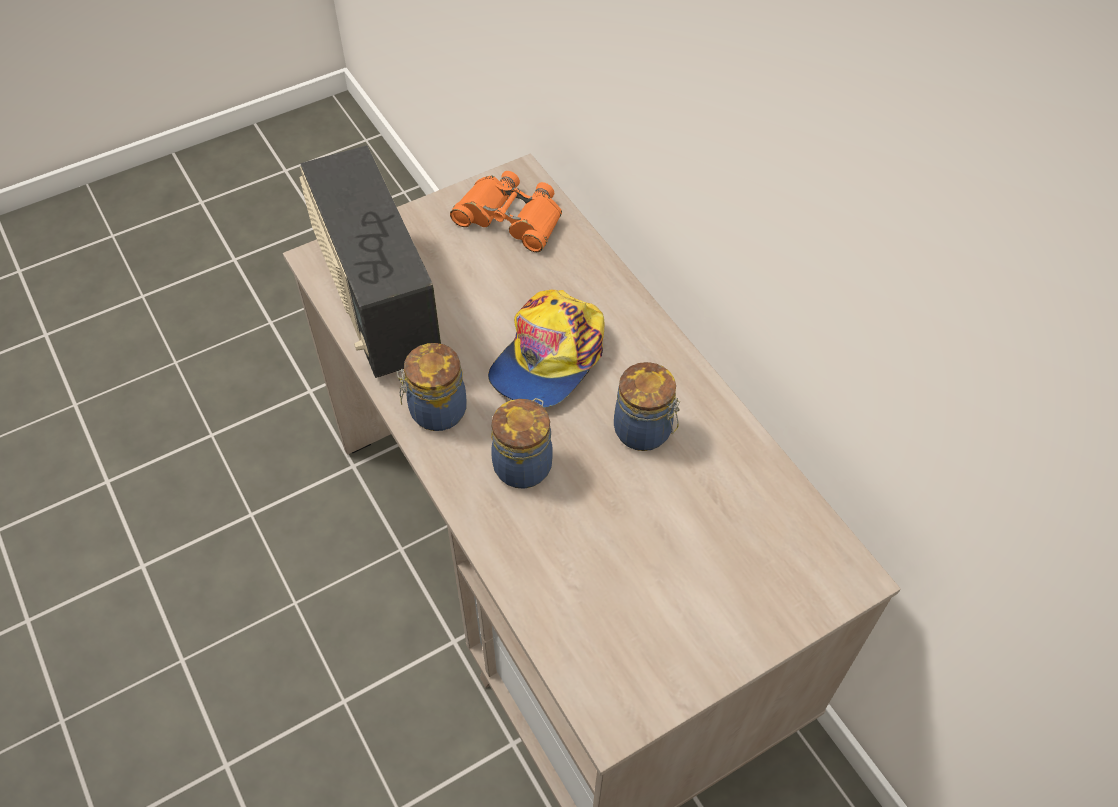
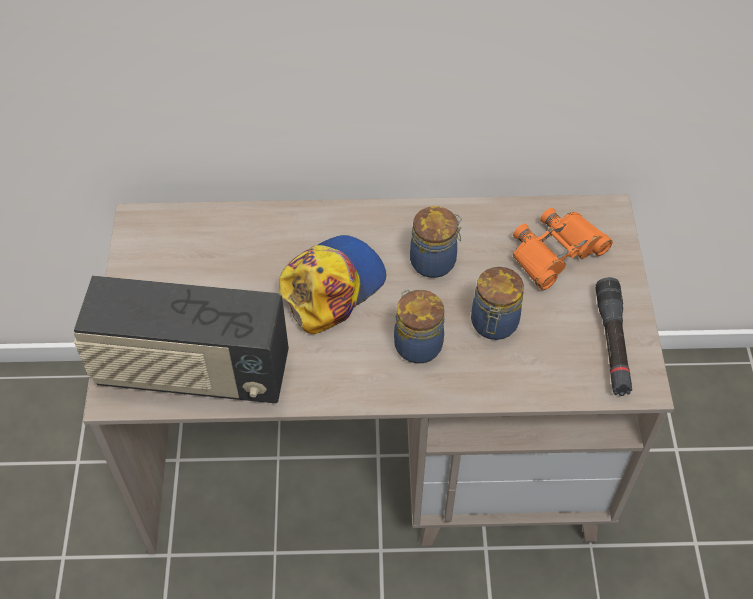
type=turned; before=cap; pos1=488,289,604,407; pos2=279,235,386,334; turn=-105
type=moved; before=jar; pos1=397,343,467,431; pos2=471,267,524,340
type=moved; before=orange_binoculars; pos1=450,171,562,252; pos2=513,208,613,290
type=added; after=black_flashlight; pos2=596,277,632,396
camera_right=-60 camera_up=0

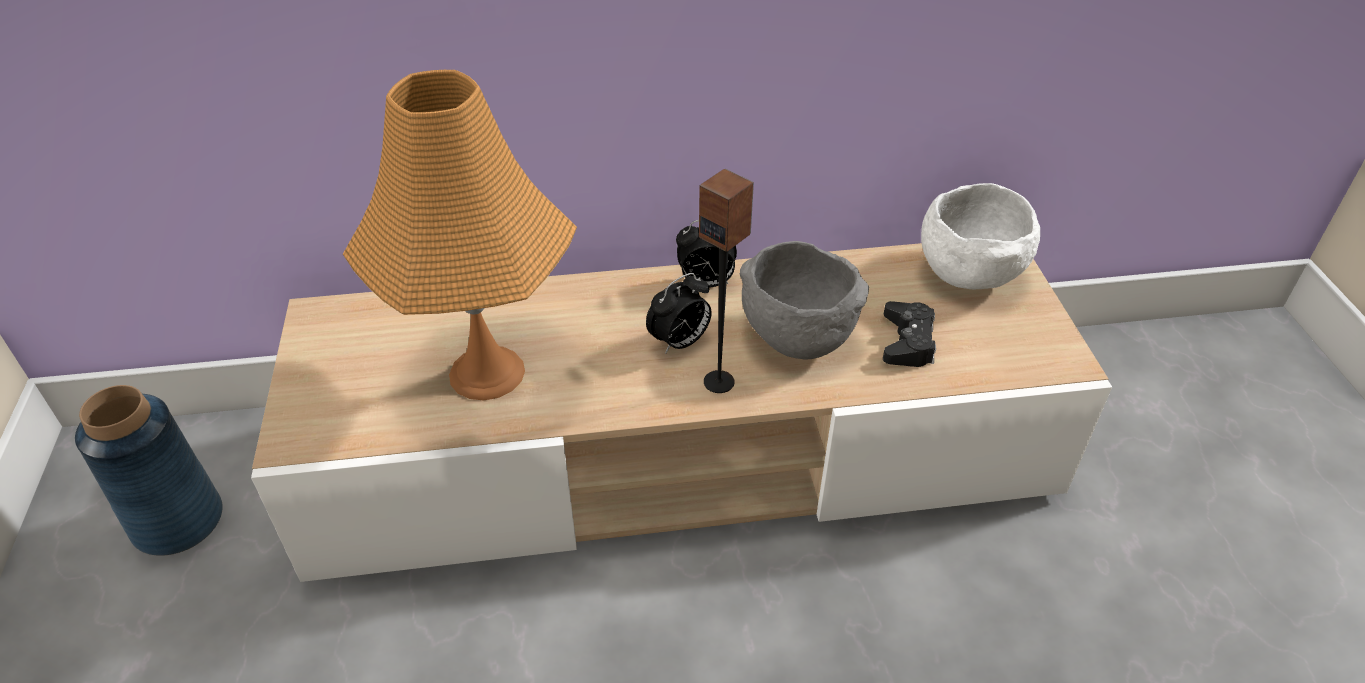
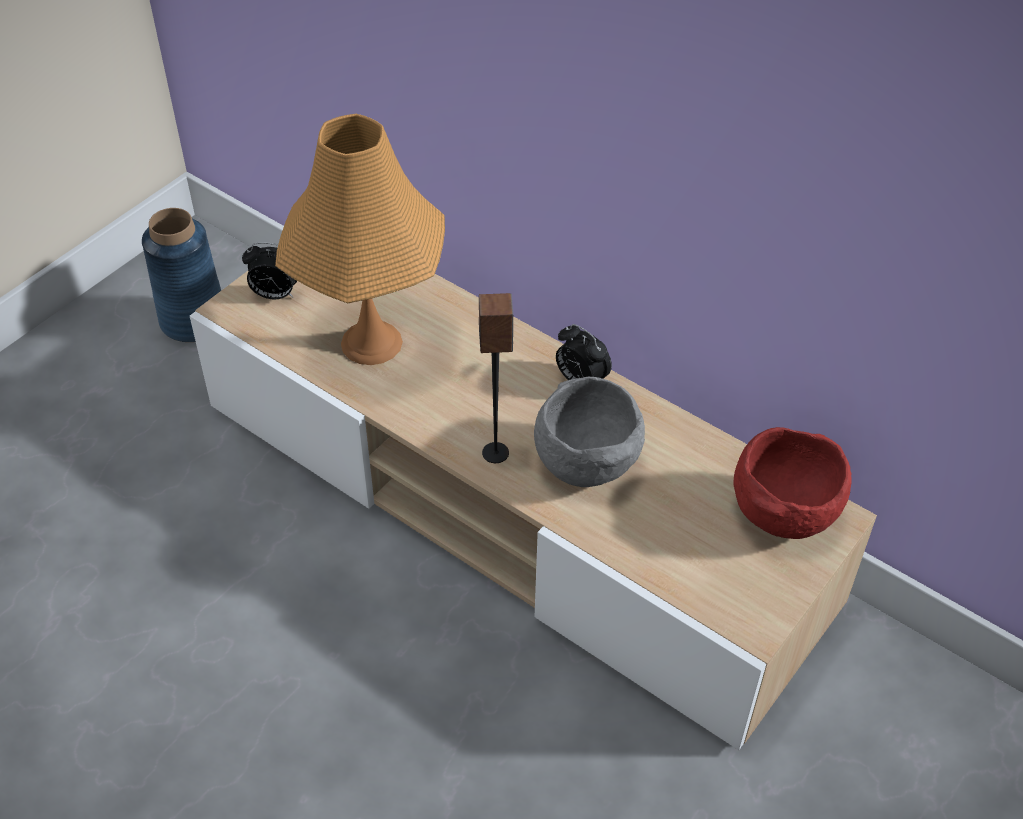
type=moved; before=alarm_clock; pos1=646,273,712,354; pos2=242,242,297,299
type=recoloured; before=white_bowl; after=red_bowl; pos1=921,183,1040,289; pos2=733,427,852,539
type=removed; before=black_game_controller; pos1=883,301,936,367
camera_right=45 camera_up=5

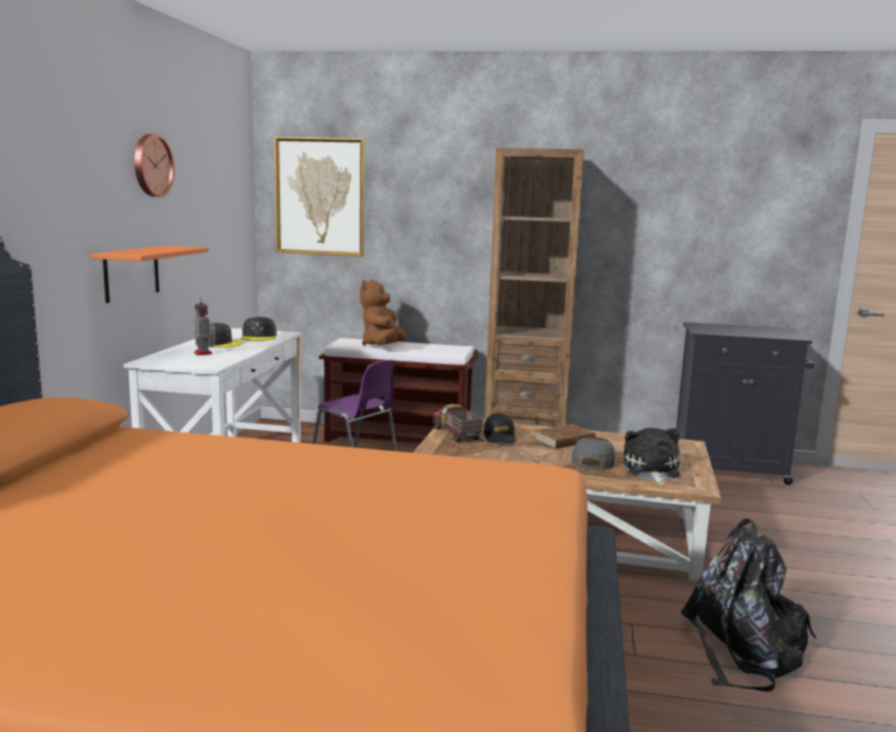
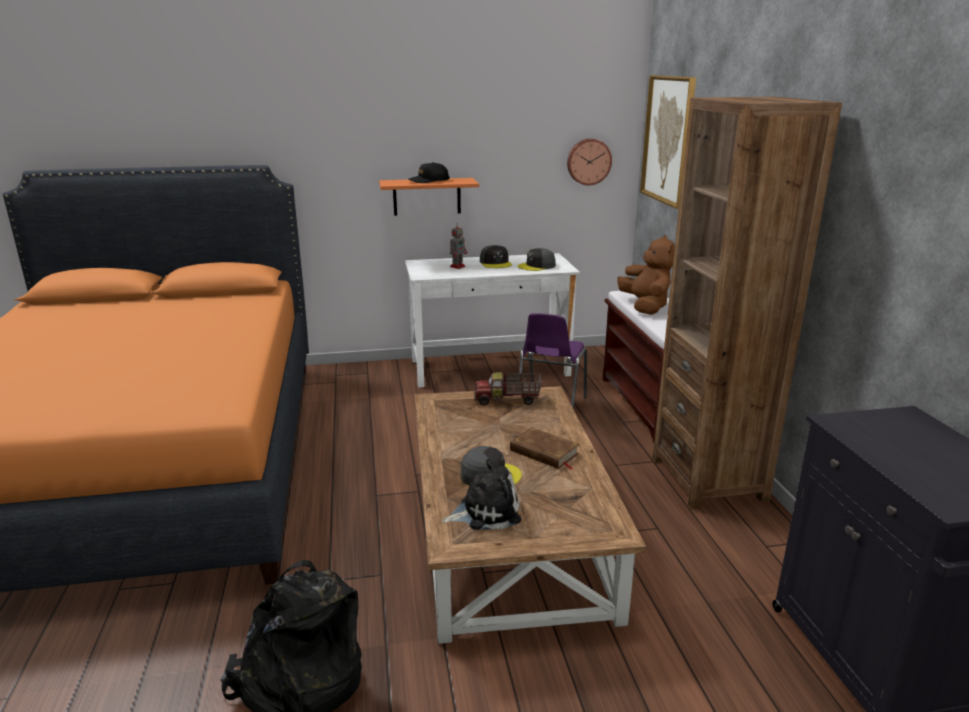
type=moved; before=black_cap; pos1=484,413,516,443; pos2=409,162,449,183
type=turned; before=toy_truck; pos1=433,404,483,442; pos2=474,372,542,406; turn=-135
type=moved; before=wall_clock; pos1=134,134,174,197; pos2=567,139,612,185
type=turned; before=brown_plush_toy; pos1=360,280,406,346; pos2=617,235,675,315; turn=90
camera_right=70 camera_up=10

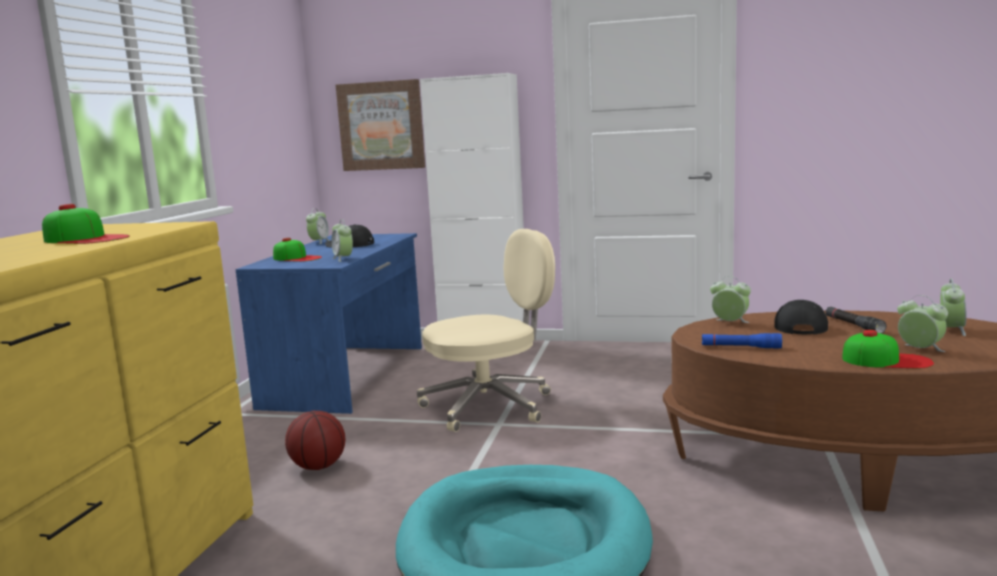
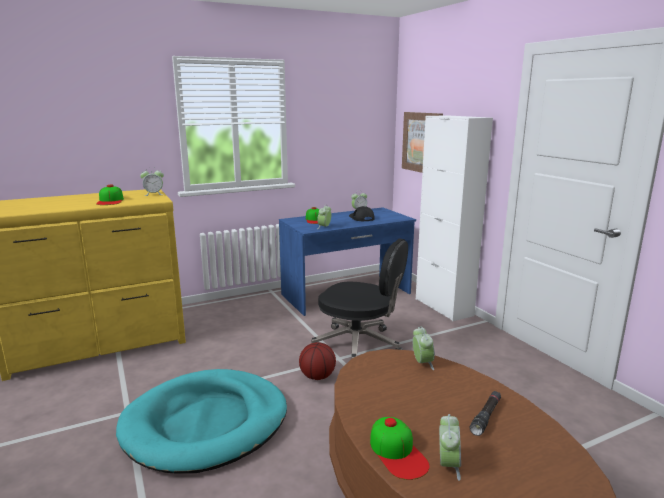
type=moved; before=alarm_clock; pos1=940,278,967,336; pos2=140,167,164,196
type=moved; before=basketball; pos1=285,411,345,470; pos2=299,342,336,380
type=recoloured; before=beige_office_chair; after=black_office_chair; pos1=417,229,555,432; pos2=311,238,408,358
type=removed; before=blue_flashlight; pos1=702,333,782,349
type=removed; before=black_cap; pos1=774,300,828,334
camera_right=50 camera_up=5

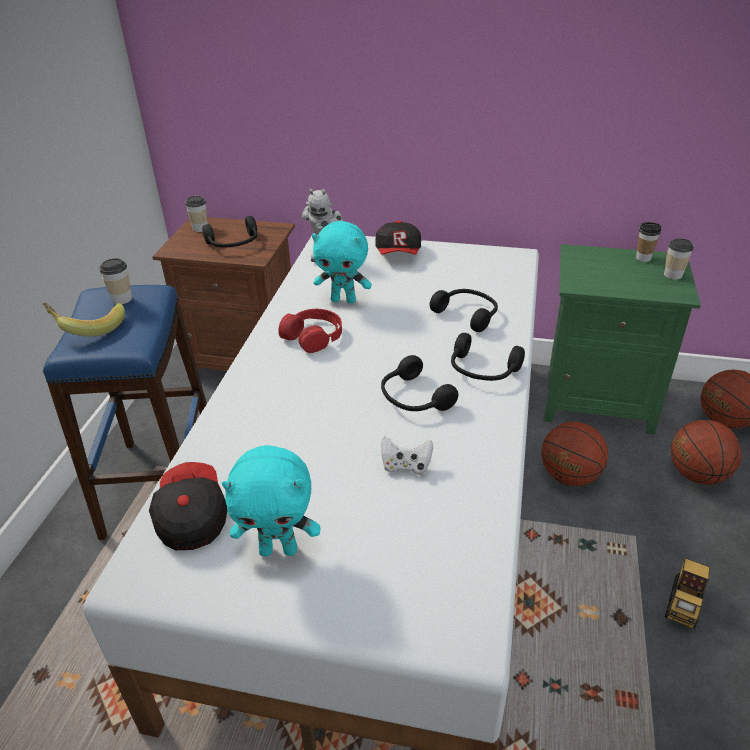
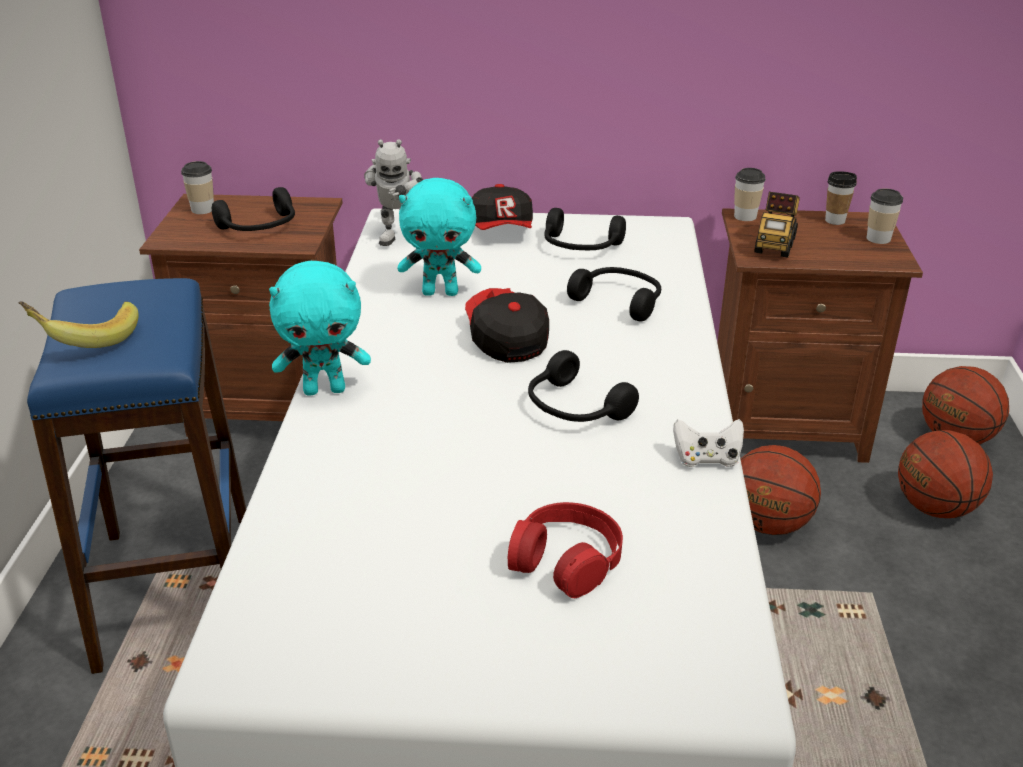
type=moved; before=turquoise_plush_toy; pos1=222,445,320,556; pos2=269,261,371,396
type=moved; before=cap; pos1=149,462,227,550; pos2=465,288,549,363
type=moved; before=red_headphones; pos1=278,309,342,353; pos2=508,502,623,598
type=moved; before=black_headphones; pos1=451,333,525,381; pos2=544,208,626,250
type=moved; before=white_game_controller; pos1=381,436,433,475; pos2=673,419,744,467
type=recoloured; before=green_nightstand; after=brown_nightstand; pos1=544,244,701,435; pos2=717,208,923,463
type=moved; before=cup; pos1=99,258,132,304; pos2=734,168,766,221
type=moved; before=toy_truck; pos1=665,558,710,629; pos2=754,192,800,258
camera_right=-10 camera_up=-5

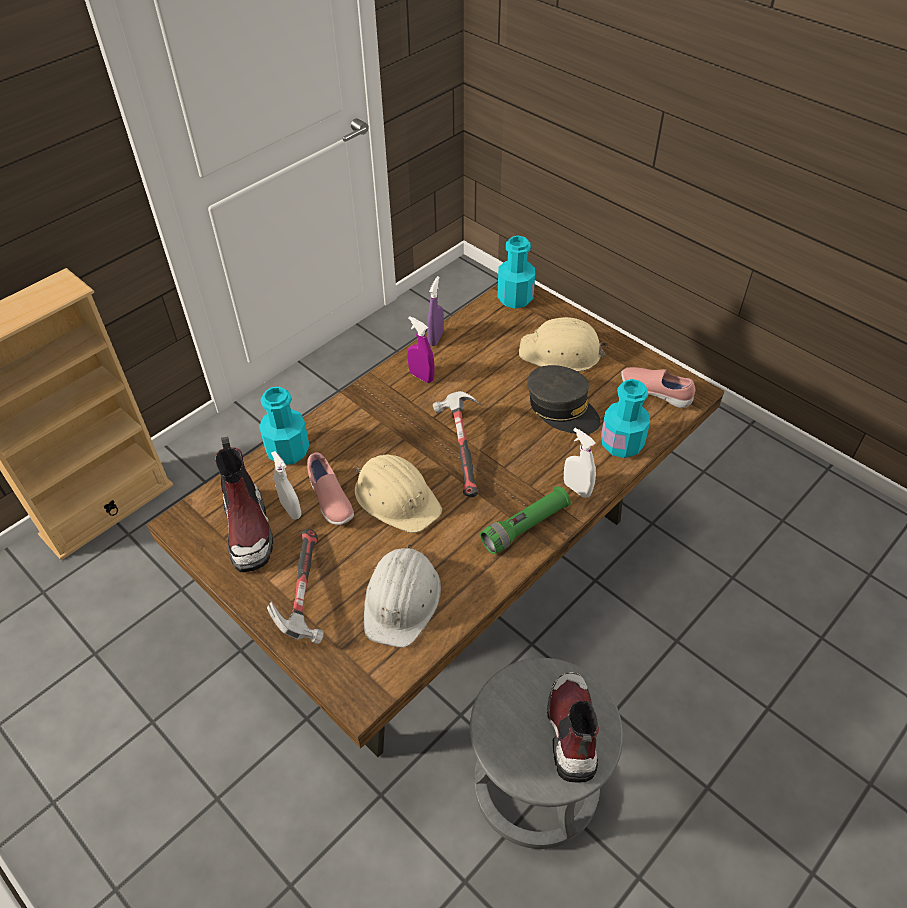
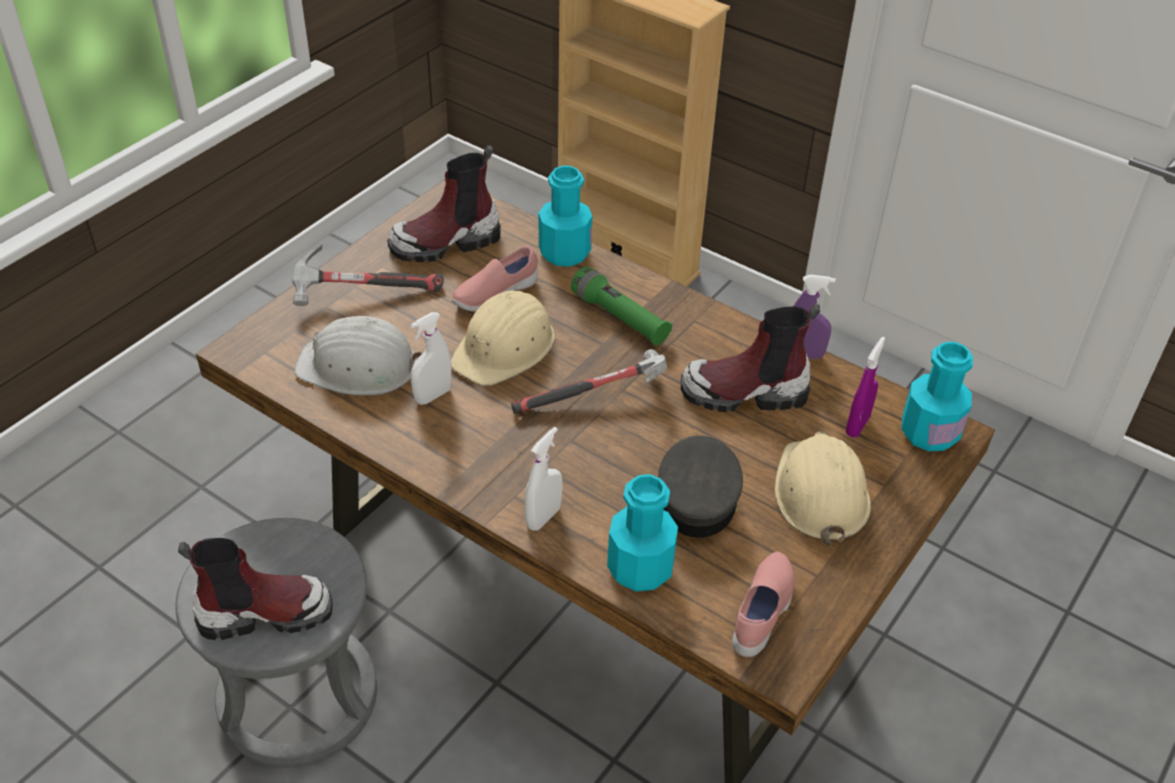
type=moved; before=white_spray_bottle; pos1=271,451,301,519; pos2=411,312,452,405
type=moved; before=green_flashlight; pos1=480,486,571,554; pos2=571,267,672,346
type=turned; before=grey_cap; pos1=527,365,601,434; pos2=658,435,743,538; turn=150
type=added; after=boot; pos2=681,304,820,412
type=moved; before=purple_spray_bottle; pos1=407,316,435,383; pos2=846,337,886,438
camera_right=80 camera_up=-5

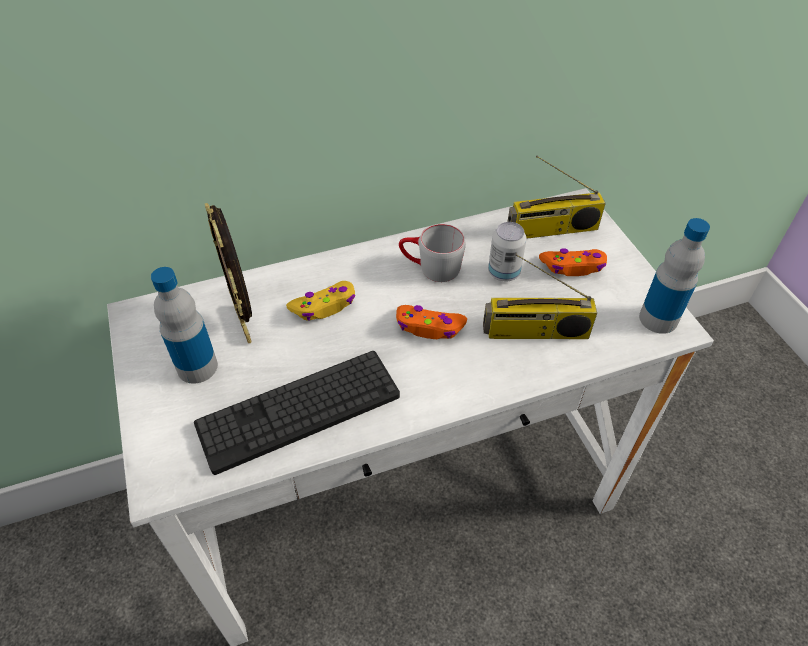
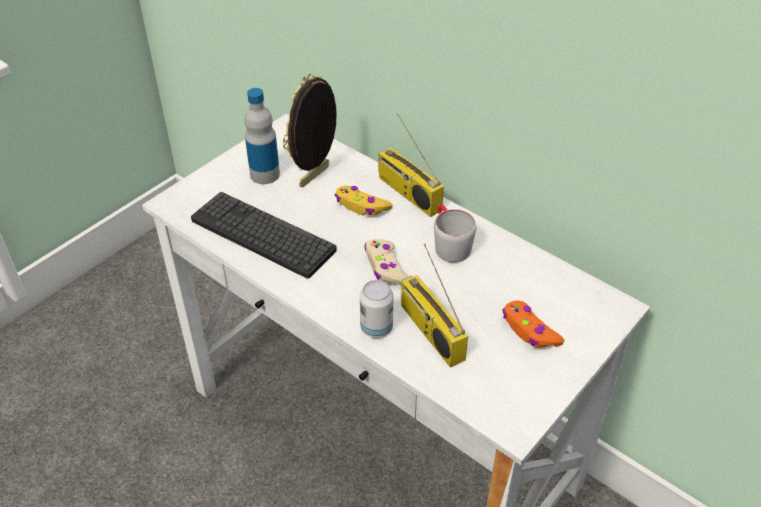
type=moved; before=can; pos1=488,222,527,281; pos2=360,280,393,338
type=recoloured; before=orange_game_controller; after=beige_game_controller; pos1=396,305,467,339; pos2=365,239,409,286
type=moved; before=radio; pos1=508,156,606,239; pos2=378,114,444,217
type=removed; before=bottle; pos1=639,218,710,334
camera_right=60 camera_up=-5

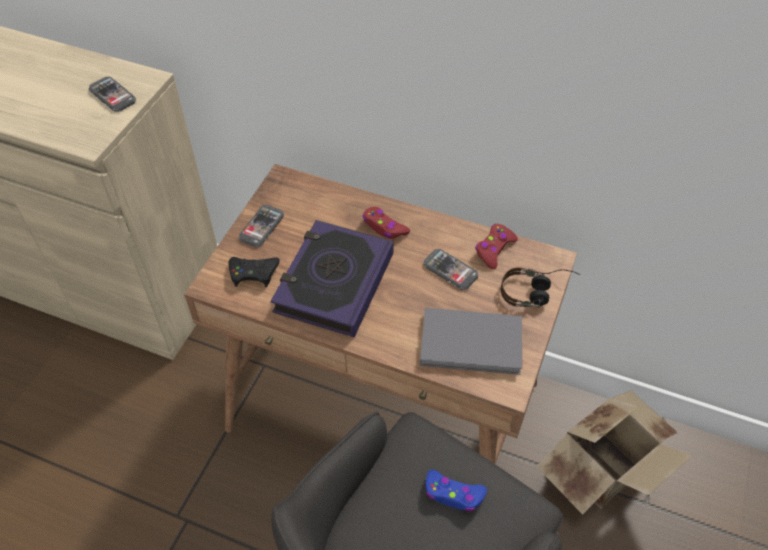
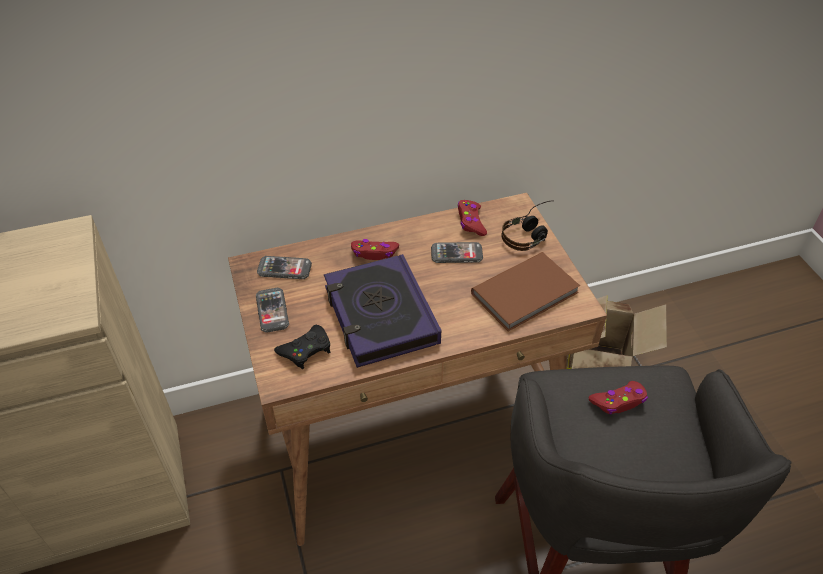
type=moved; before=phone; pos1=89,77,136,112; pos2=257,256,312,279
type=recoloured; before=grey_book; after=brown_book; pos1=420,308,522,375; pos2=471,252,580,331
type=recoloured; before=blue_game_controller; after=red_game_controller; pos1=425,470,487,511; pos2=588,381,648,414
camera_right=-40 camera_up=-5

